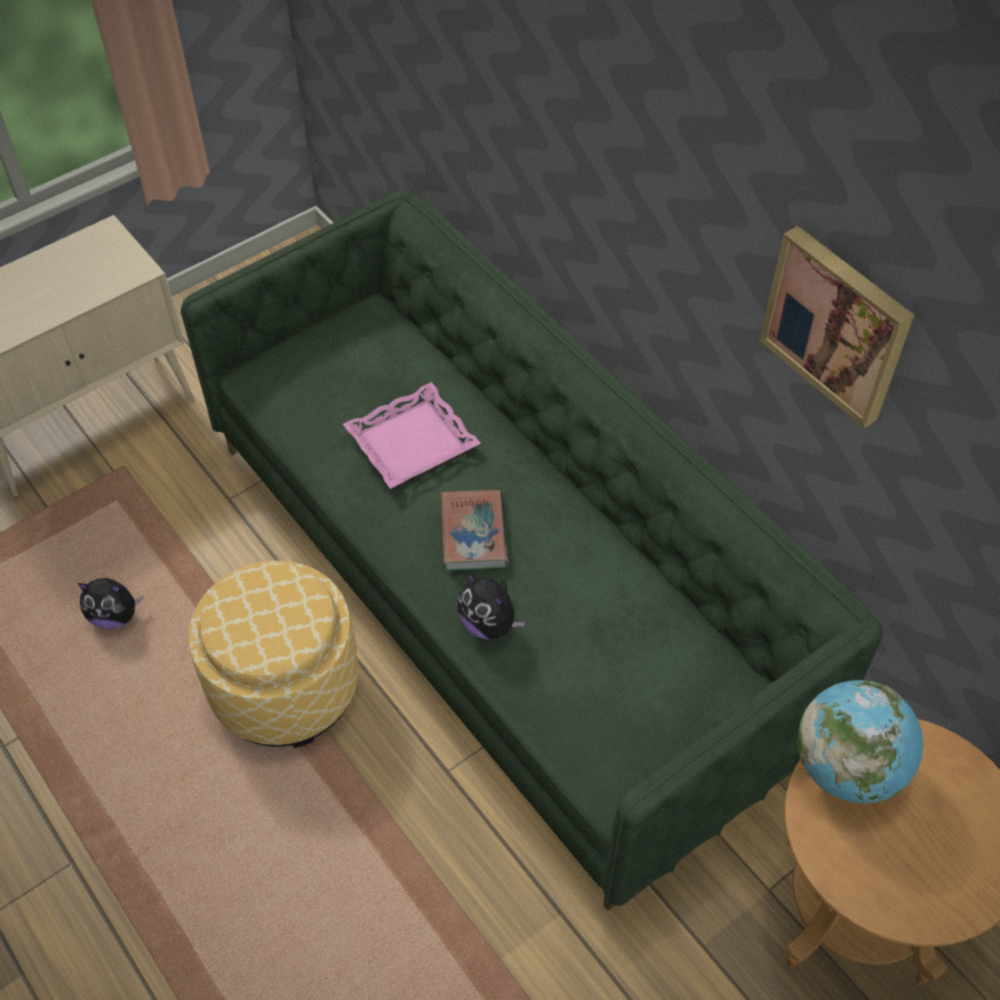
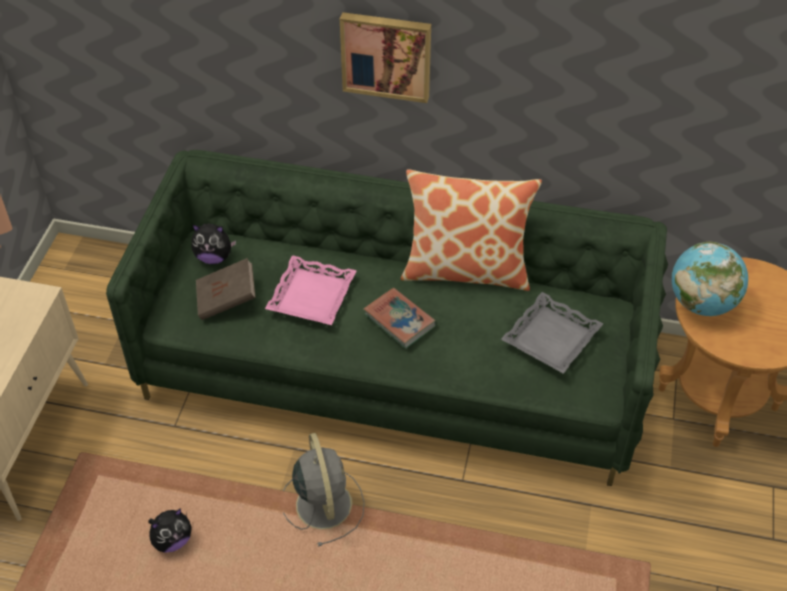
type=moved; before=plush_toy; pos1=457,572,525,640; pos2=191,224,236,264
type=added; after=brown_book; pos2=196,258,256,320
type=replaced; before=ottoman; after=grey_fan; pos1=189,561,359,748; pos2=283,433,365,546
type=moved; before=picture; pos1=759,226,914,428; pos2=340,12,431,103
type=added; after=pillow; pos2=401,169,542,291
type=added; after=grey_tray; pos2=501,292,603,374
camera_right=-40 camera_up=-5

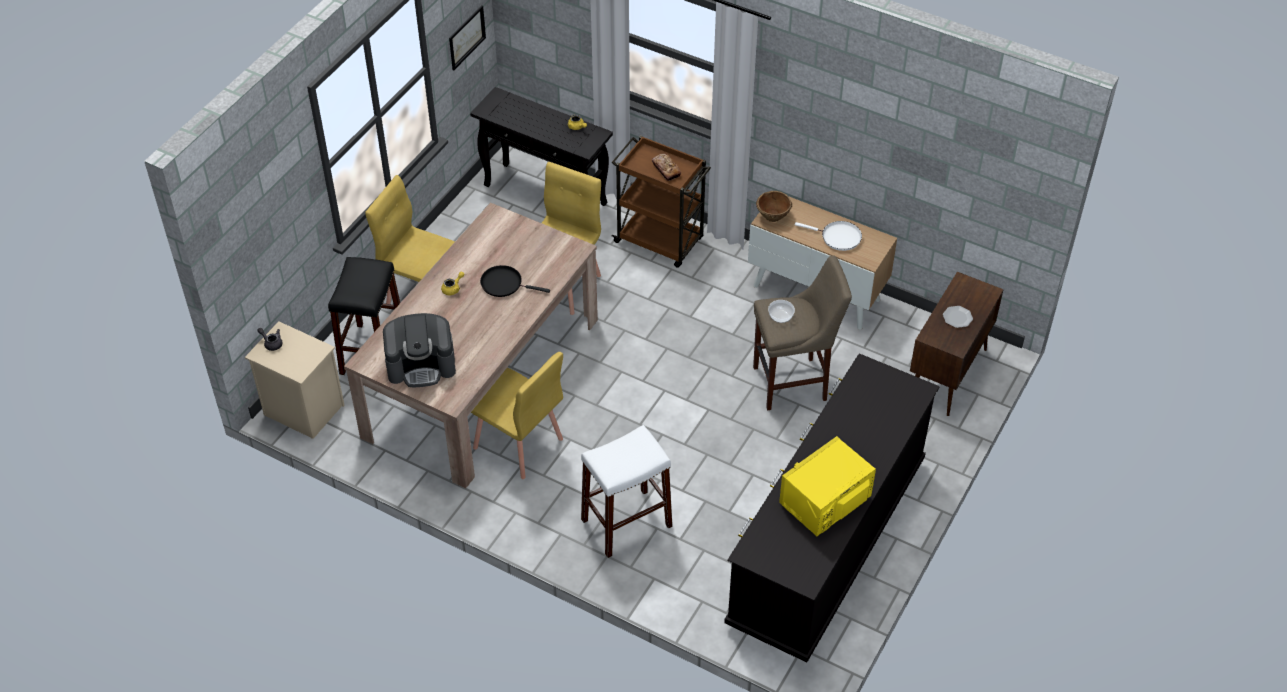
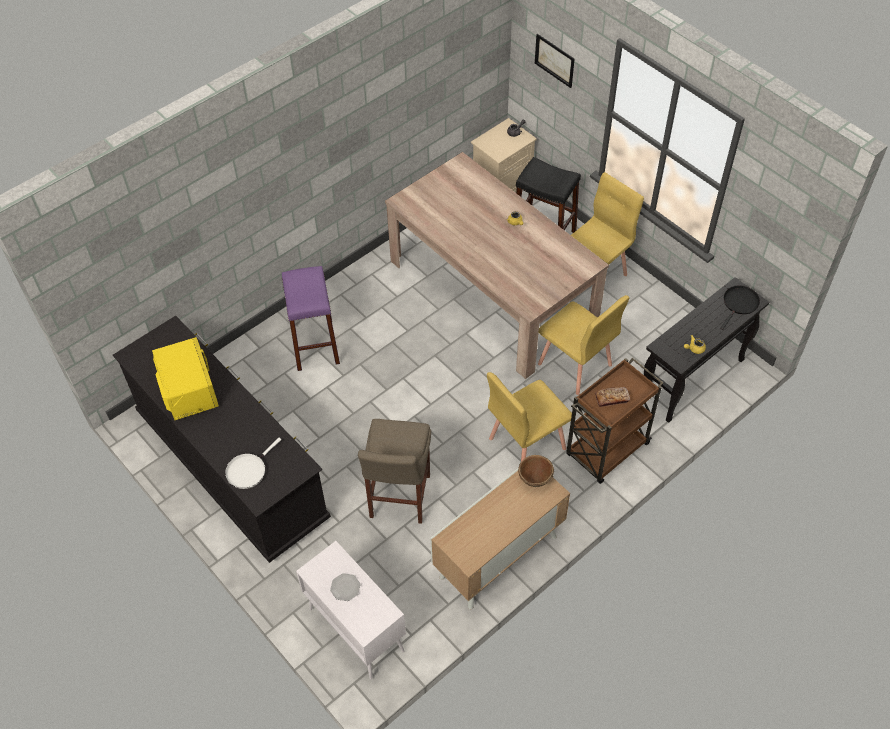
type=moved; before=white_frying_pan; pos1=795,221,862,251; pos2=225,438,281,489
type=recoloured; before=white_stool; after=purple_stool; pos1=581,425,673,558; pos2=282,266,340,371
type=recoloured; before=brown_cabinet; after=white_cabinet; pos1=910,272,1004,416; pos2=296,541,406,679
type=moved; before=yellow_chair; pos1=471,352,563,479; pos2=487,372,572,461
type=moved; before=picture; pos1=449,6,486,71; pos2=535,34,574,88
type=moved; before=black_frying_pan; pos1=480,265,550,297; pos2=720,285,760,330
type=removed; before=coffee_machine; pos1=383,313,456,387
type=removed; before=bowl; pos1=768,300,795,323
camera_right=110 camera_up=5

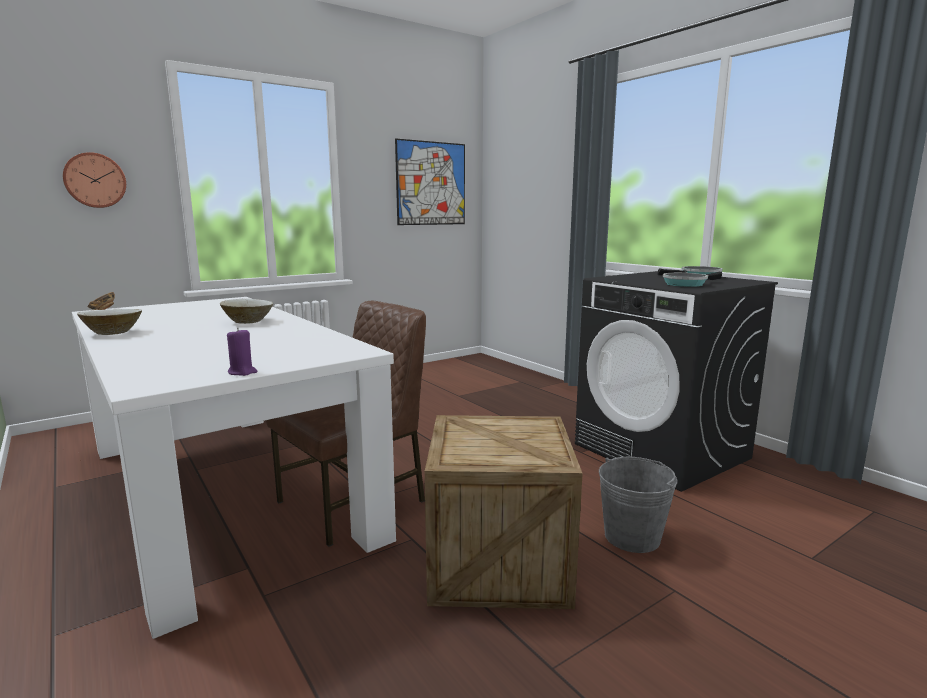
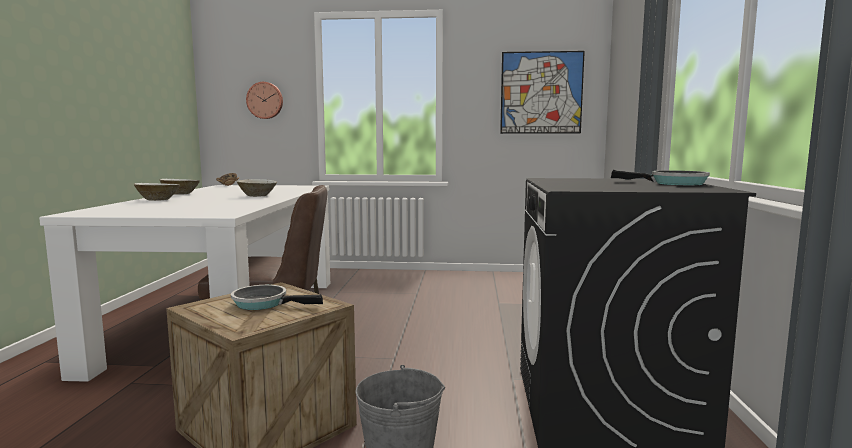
type=added; after=beige_bowl; pos2=134,183,180,201
type=moved; before=frying_pan; pos1=663,272,722,287; pos2=231,285,323,310
type=removed; before=purple_candle; pos1=227,328,258,376
camera_right=40 camera_up=-5

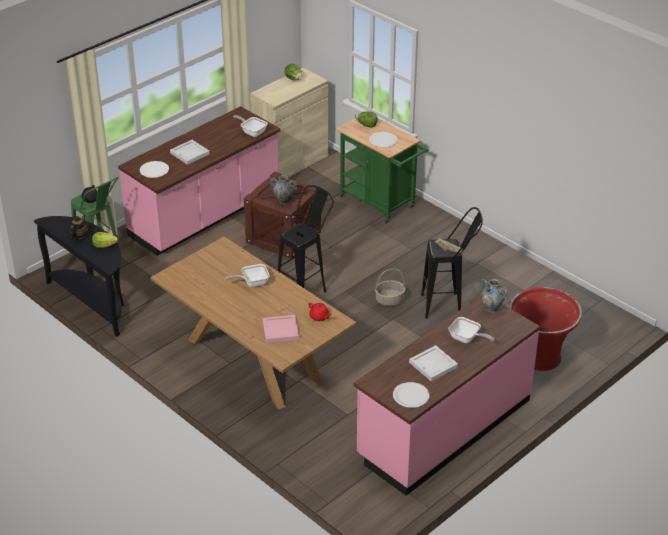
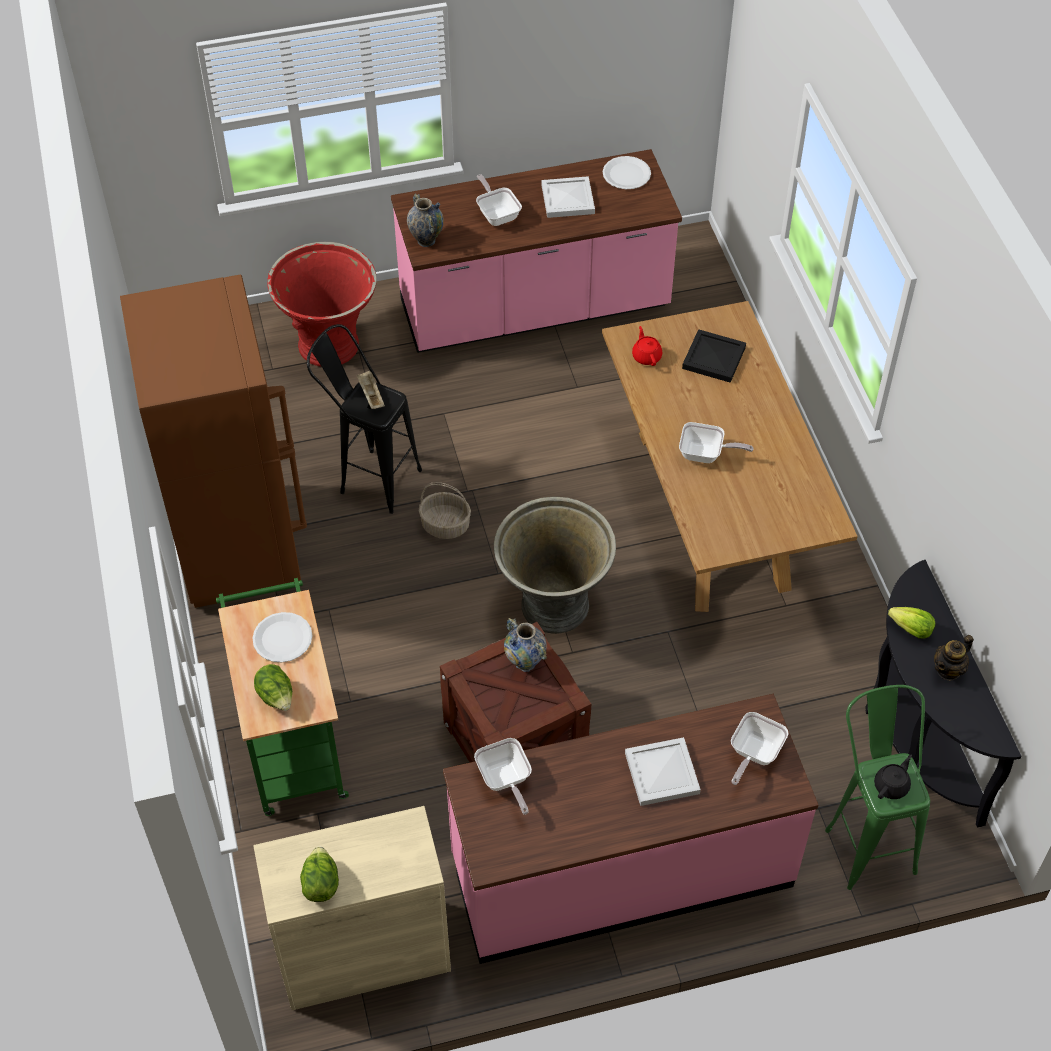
type=added; after=brown_fridge; pos2=120,274,307,608
type=replaced; before=black_stool; after=grey_planter; pos1=278,185,334,293; pos2=494,497,616,634
type=recoloured; before=pink_tray; after=black_tray; pos1=262,315,299,343; pos2=682,329,746,383
type=replaced; before=white_plate; after=frying_pan; pos1=140,161,169,178; pos2=731,712,789,785
camera_right=-150 camera_up=15

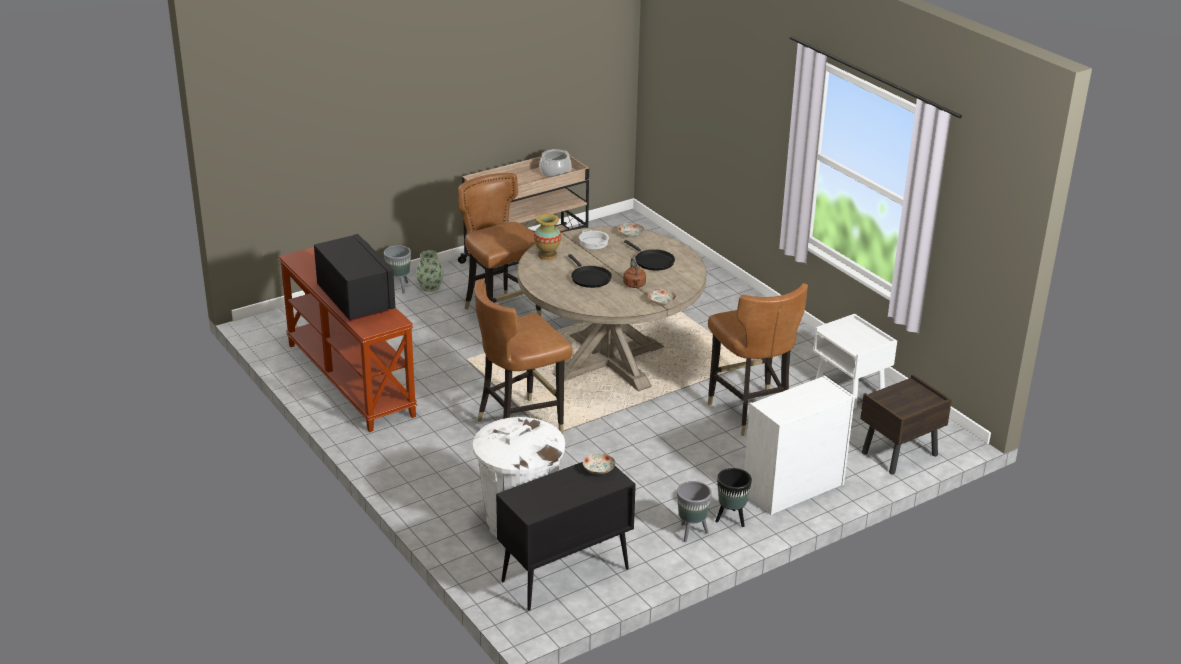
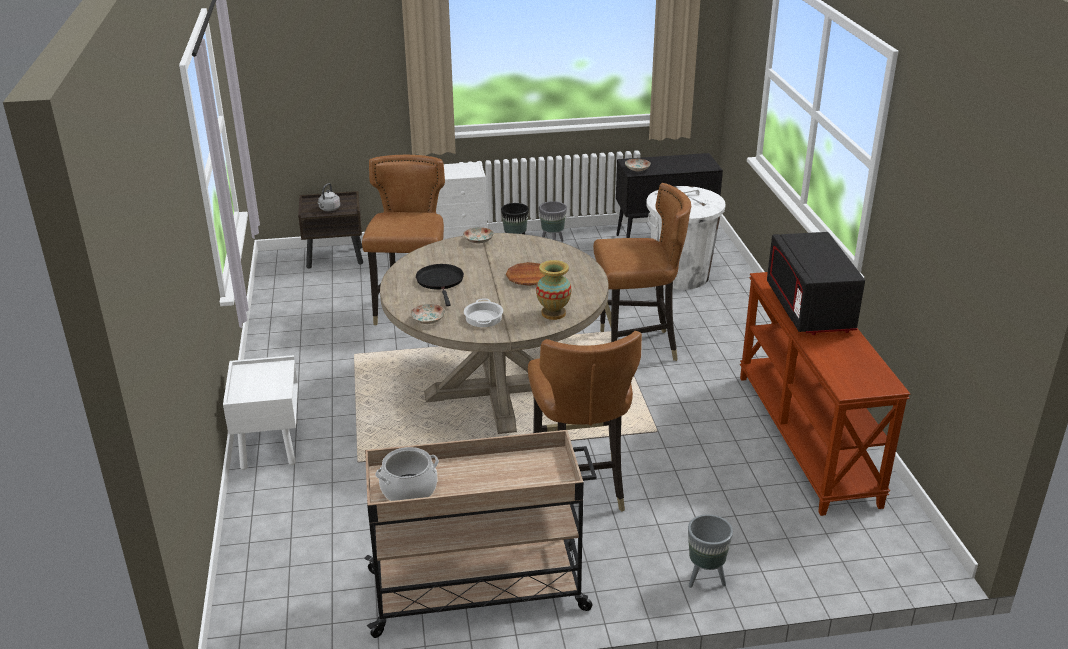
type=moved; before=white_nightstand; pos1=813,314,897,408; pos2=223,355,298,470
type=added; after=grey_kettle; pos2=318,183,340,211
type=replaced; before=black_frying_pan; after=brown_plate; pos1=568,254,612,288; pos2=506,262,545,286
type=removed; before=vase; pos1=416,250,443,292
type=removed; before=brown_kettle; pos1=623,258,646,288
camera_right=-155 camera_up=0

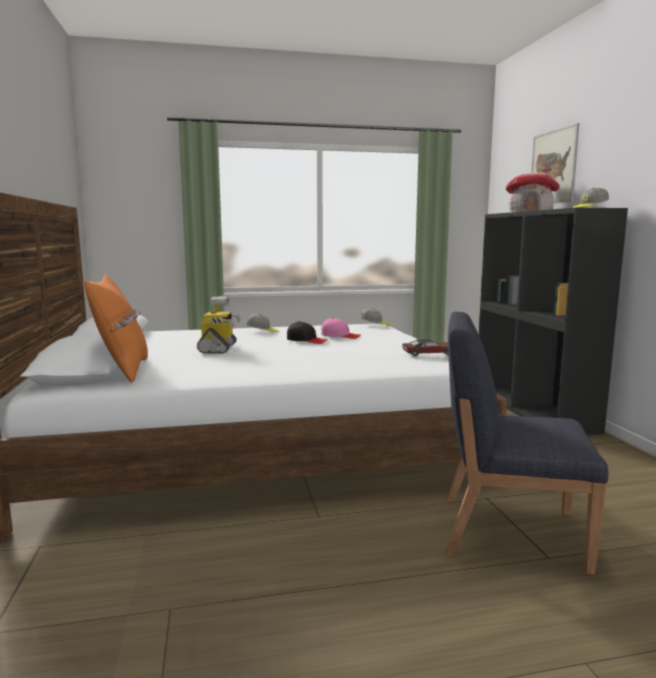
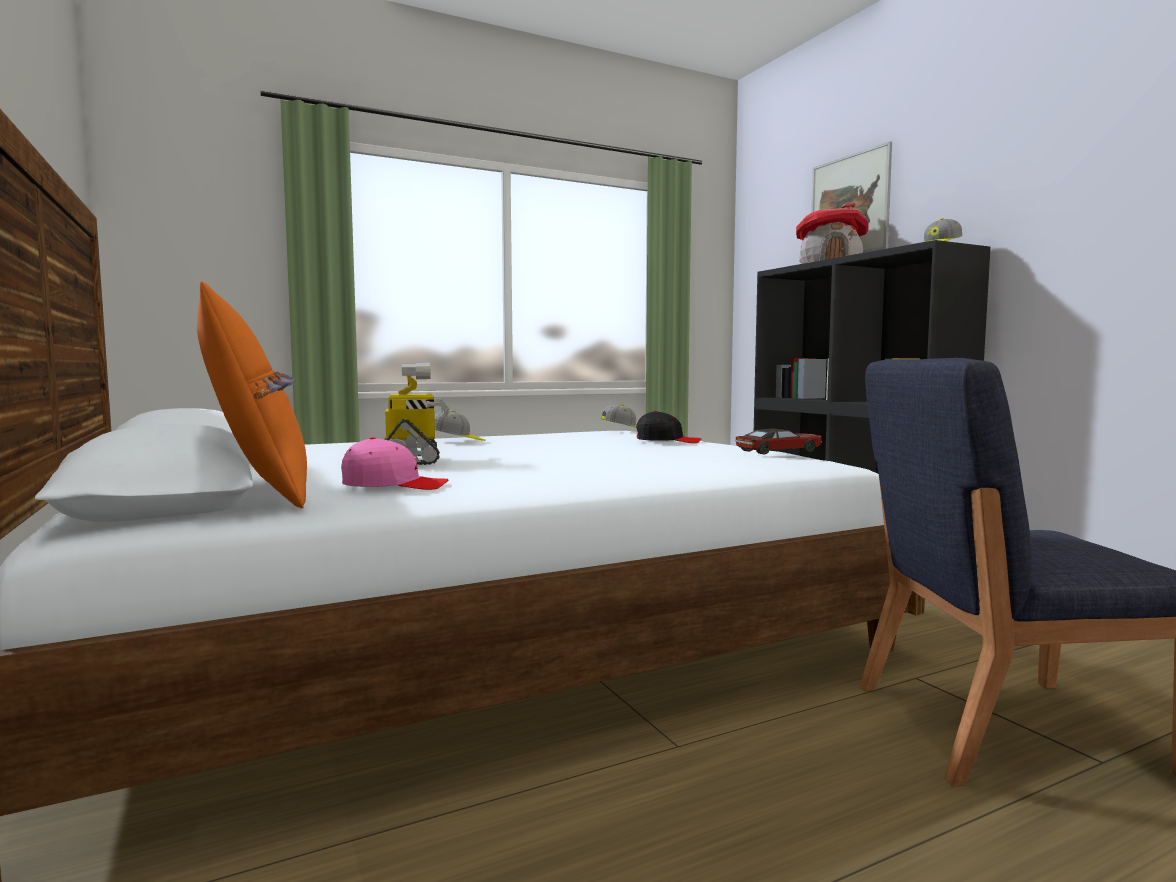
type=moved; before=pink_cap; pos1=321,318,361,339; pos2=341,437,448,490
type=moved; before=black_cap; pos1=287,321,328,344; pos2=636,411,701,443
camera_right=-15 camera_up=-5

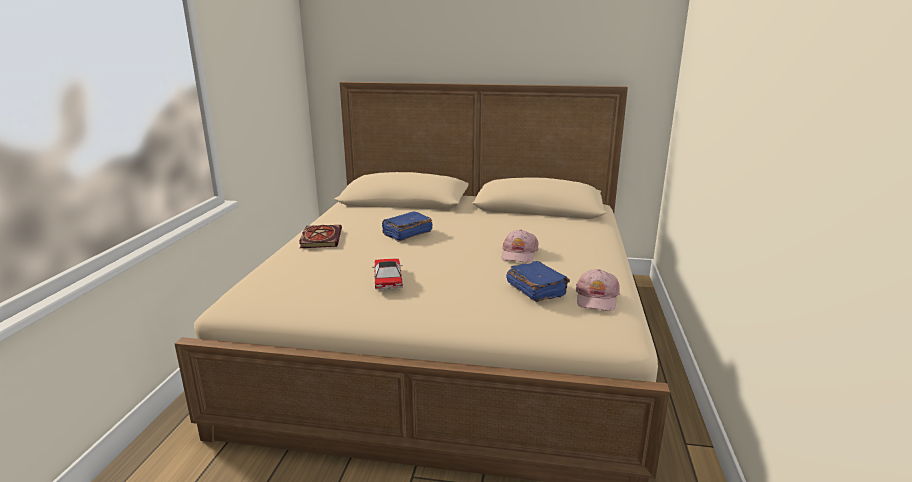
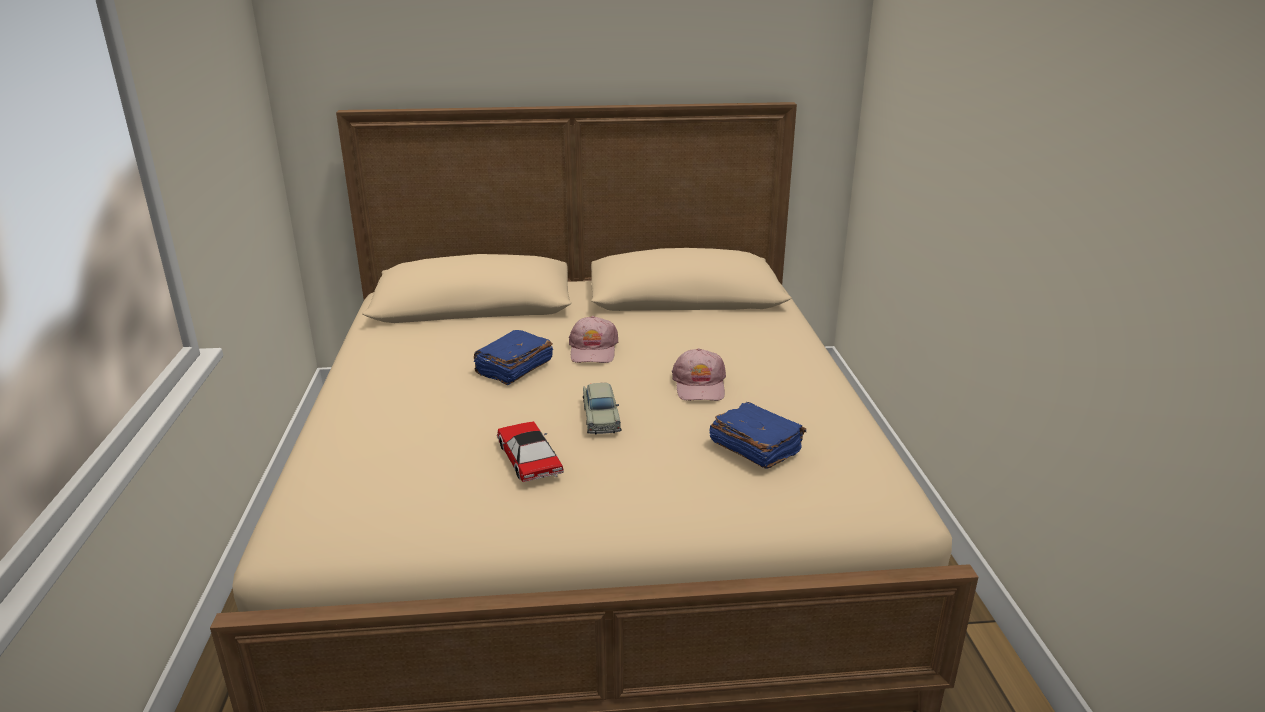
type=moved; before=pink_cap; pos1=576,269,620,311; pos2=569,316,618,363
type=added; after=beige_toy_car; pos2=583,383,621,435
type=removed; before=book; pos1=299,225,342,248
camera_right=-15 camera_up=5

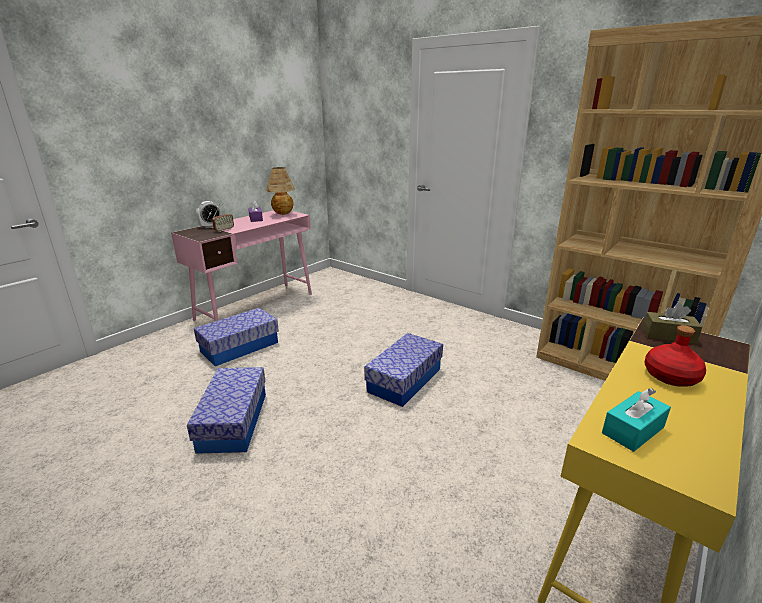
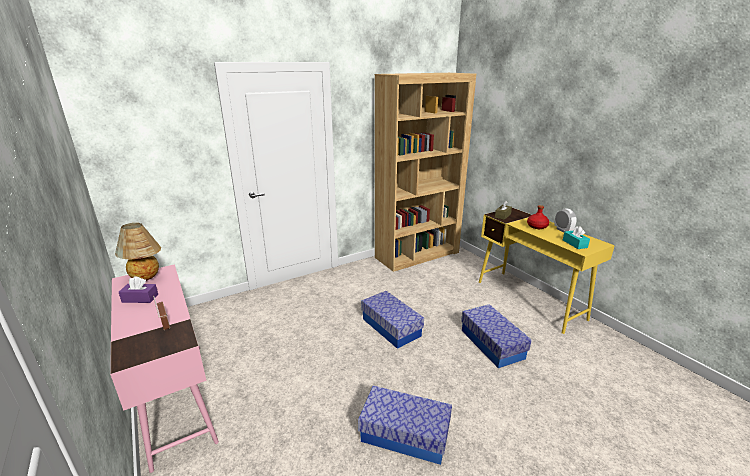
type=moved; before=storage_box; pos1=194,308,279,366; pos2=461,304,532,368
type=moved; before=alarm_clock; pos1=196,201,222,228; pos2=555,208,577,232
camera_right=-70 camera_up=0

